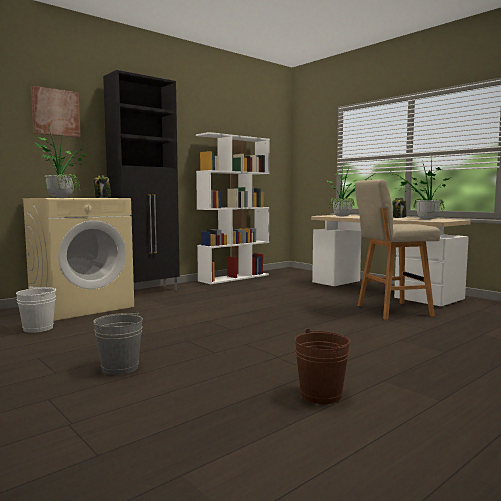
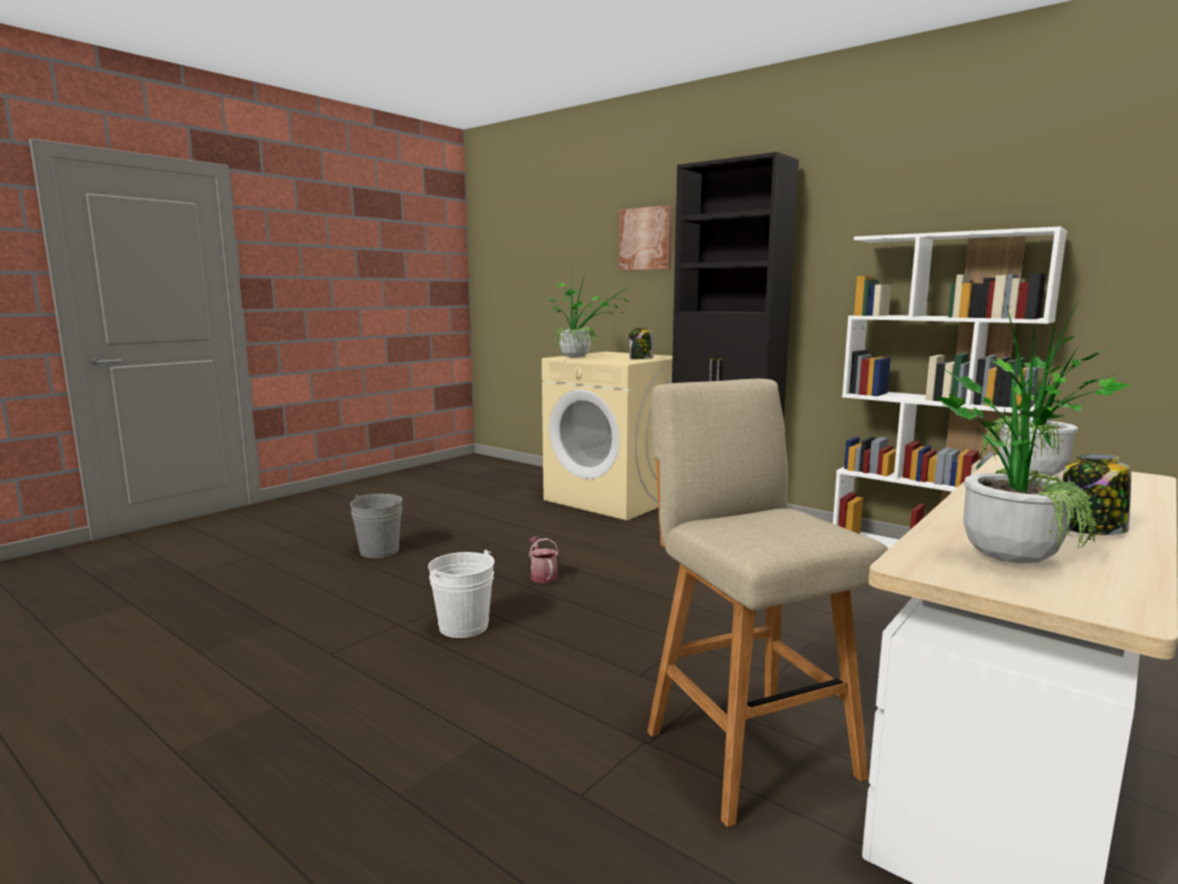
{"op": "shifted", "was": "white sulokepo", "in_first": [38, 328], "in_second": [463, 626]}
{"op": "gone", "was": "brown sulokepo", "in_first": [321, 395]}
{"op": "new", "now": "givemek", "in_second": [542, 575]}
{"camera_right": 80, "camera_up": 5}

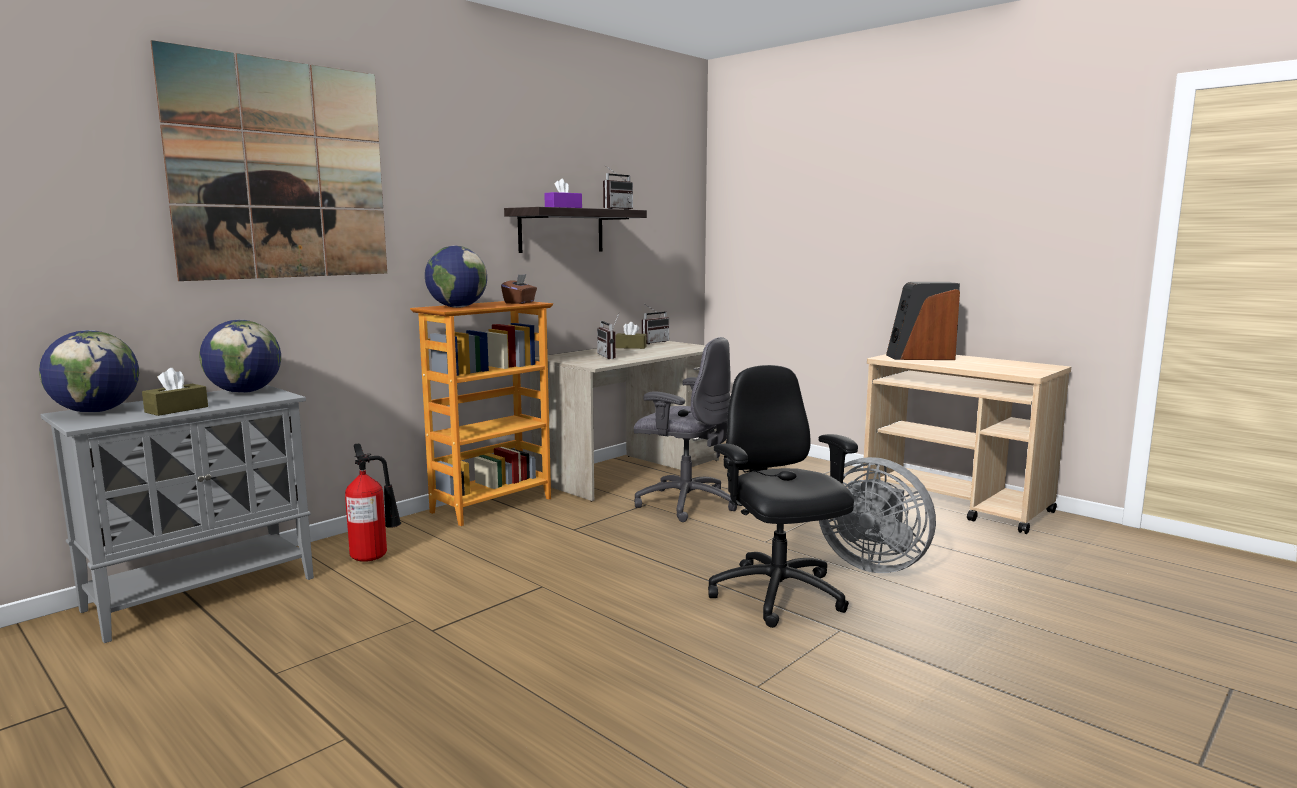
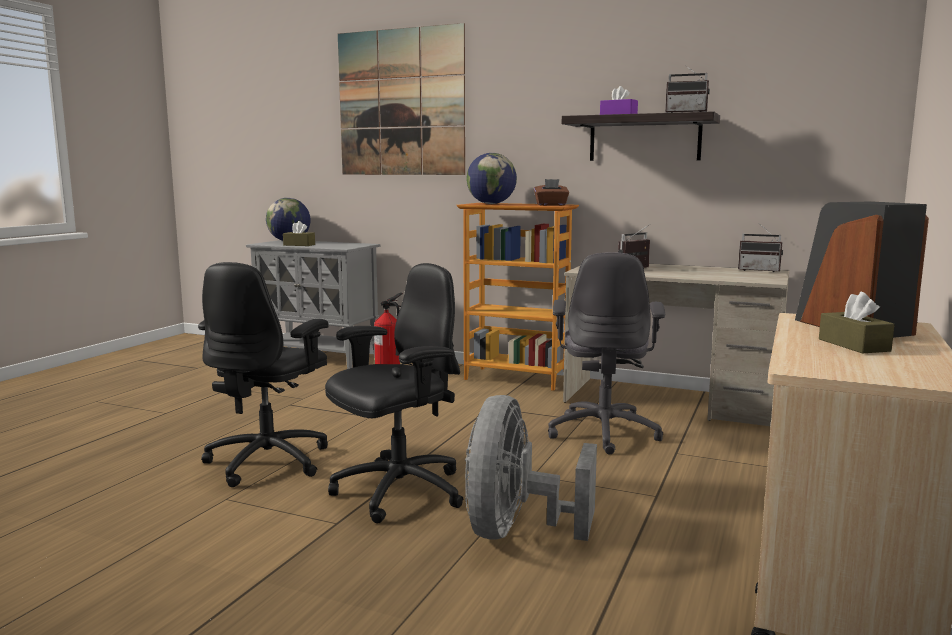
{"op": "gone", "was": "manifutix", "in_first": [244, 392]}
{"op": "shifted", "was": "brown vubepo", "in_first": [630, 347], "in_second": [853, 345]}
{"op": "new", "now": "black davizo", "in_second": [270, 461]}
{"camera_right": 70, "camera_up": 0}

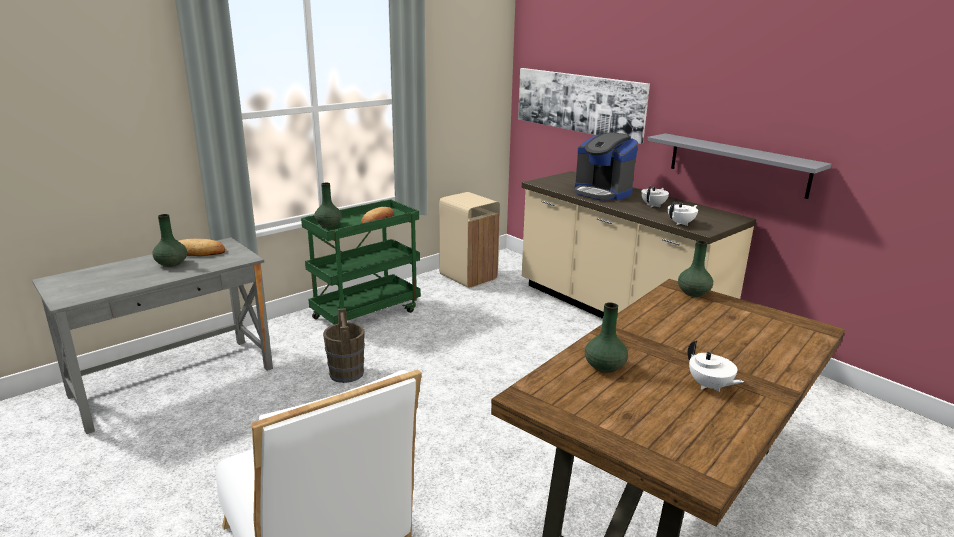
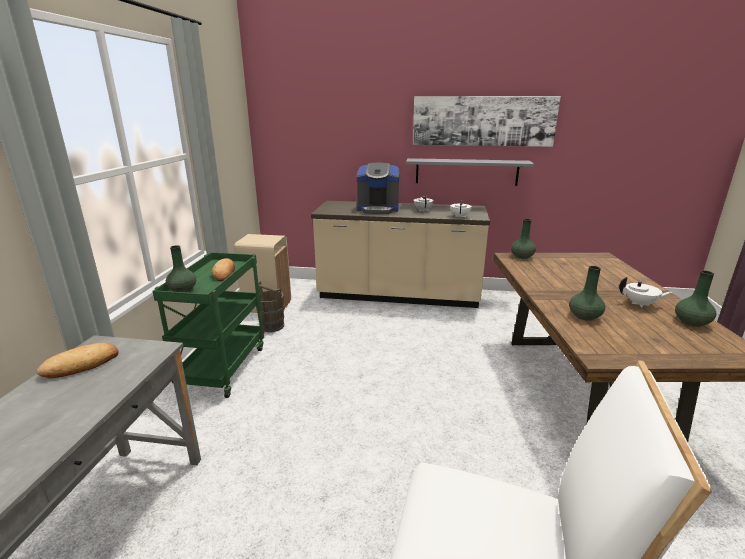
{"op": "shifted", "was": "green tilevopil", "in_first": [172, 263], "in_second": [691, 322]}
{"op": "shifted", "was": "brown sulokepo", "in_first": [346, 373], "in_second": [272, 326]}
{"op": "shifted", "was": "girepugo", "in_first": [578, 103], "in_second": [483, 121]}
{"camera_right": -40, "camera_up": 0}

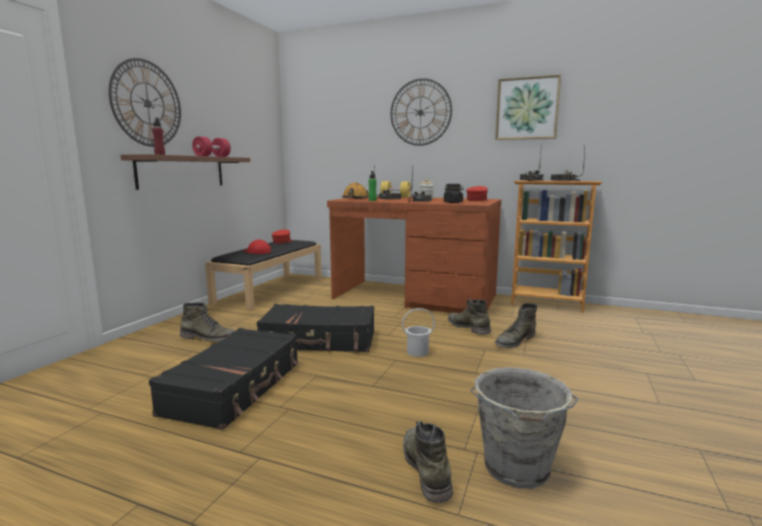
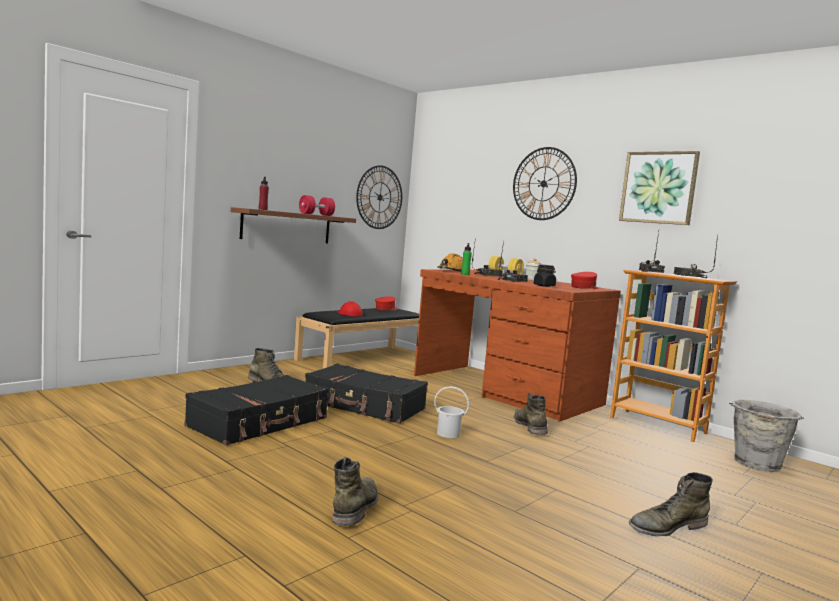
{"op": "shifted", "was": "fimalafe", "in_first": [147, 103], "in_second": [380, 197]}
{"op": "shifted", "was": "grey sulokepo", "in_first": [516, 469], "in_second": [757, 464]}
{"op": "shifted", "was": "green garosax", "in_first": [514, 341], "in_second": [667, 527]}
{"camera_right": 20, "camera_up": -5}

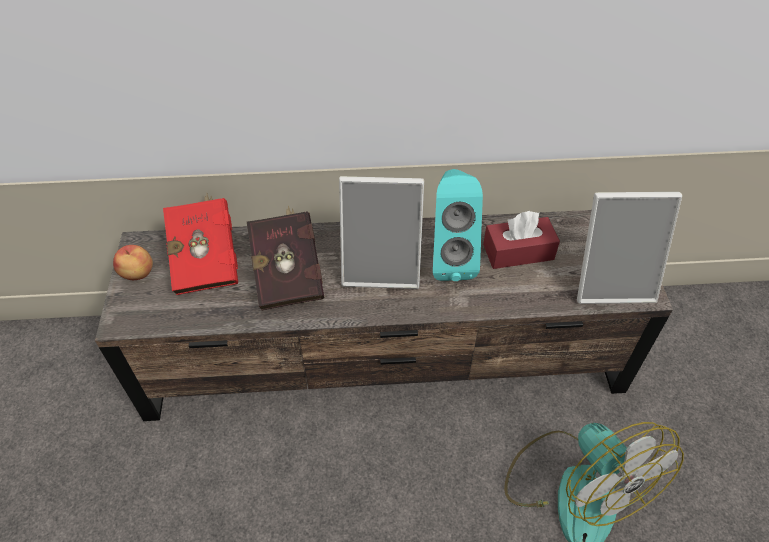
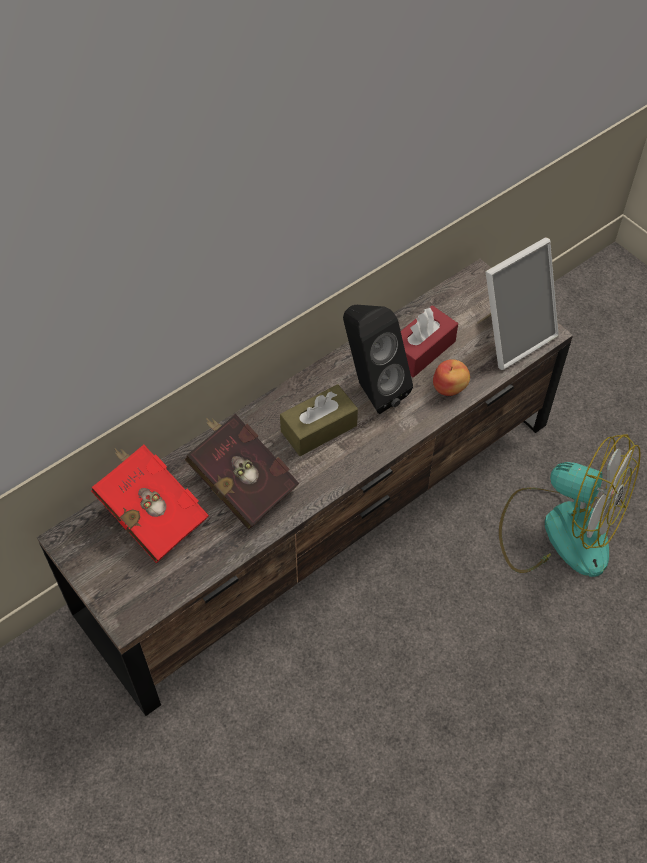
{"op": "shifted", "was": "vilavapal", "in_first": [137, 273], "in_second": [450, 388]}
{"op": "swapped", "was": "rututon", "now": "brown vubepo", "in_first": [382, 266], "in_second": [319, 428]}
{"op": "repainted", "was": "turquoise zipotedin", "now": "black zipotedin", "in_first": [450, 259], "in_second": [371, 388]}
{"camera_right": -35, "camera_up": 5}

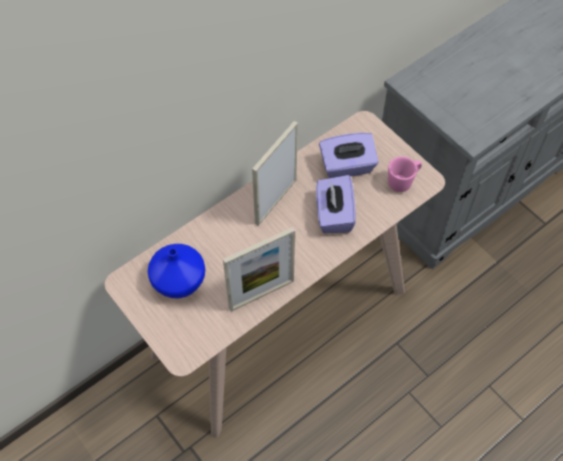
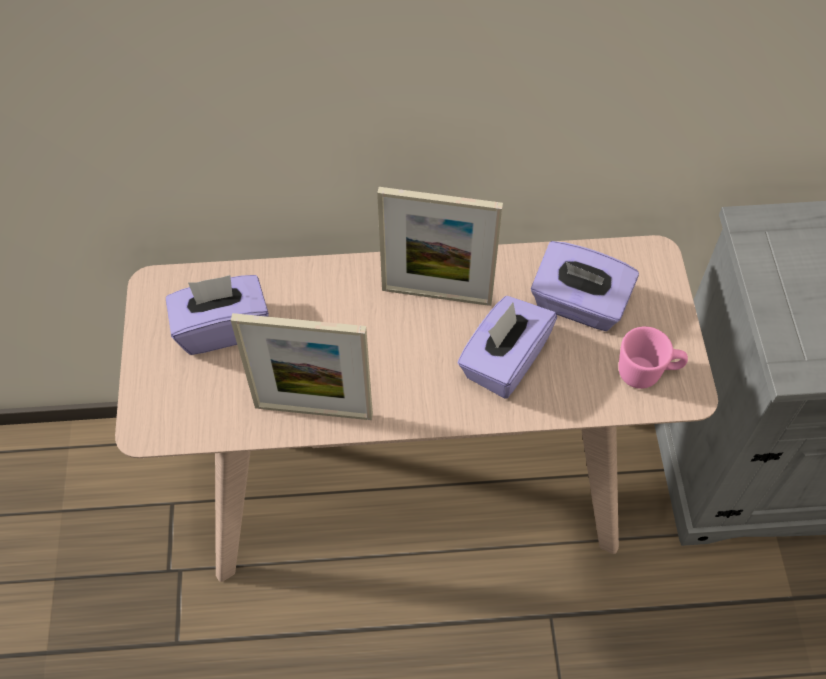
{"op": "swapped", "was": "blue tilevopil", "now": "purple vubepo", "in_first": [179, 282], "in_second": [222, 328]}
{"op": "rotated", "was": "rututon", "in_first": [276, 201], "in_second": [436, 295], "clockwise": -150}
{"camera_right": 35, "camera_up": 0}

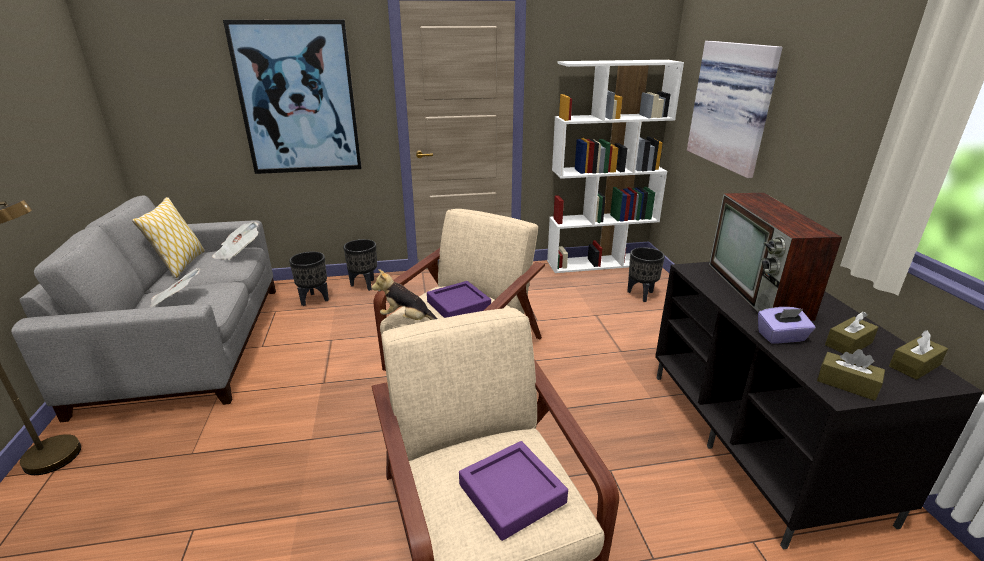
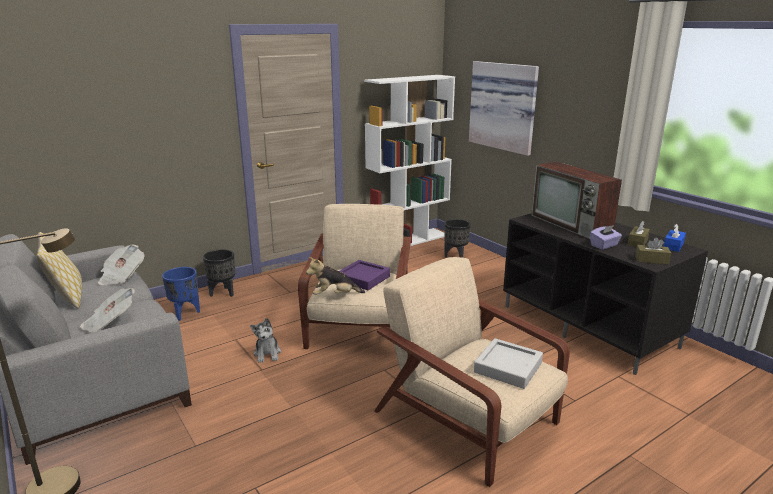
{"op": "gone", "was": "girepugo", "in_first": [298, 99]}
{"op": "repainted", "was": "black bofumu", "now": "blue bofumu", "in_first": [314, 299], "in_second": [185, 313]}
{"op": "repainted", "was": "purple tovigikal", "now": "grey tovigikal", "in_first": [512, 493], "in_second": [508, 367]}
{"op": "repainted", "was": "brown vubepo", "now": "blue vubepo", "in_first": [914, 366], "in_second": [673, 246]}
{"op": "new", "now": "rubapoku", "in_second": [267, 353]}
{"camera_right": -25, "camera_up": -5}

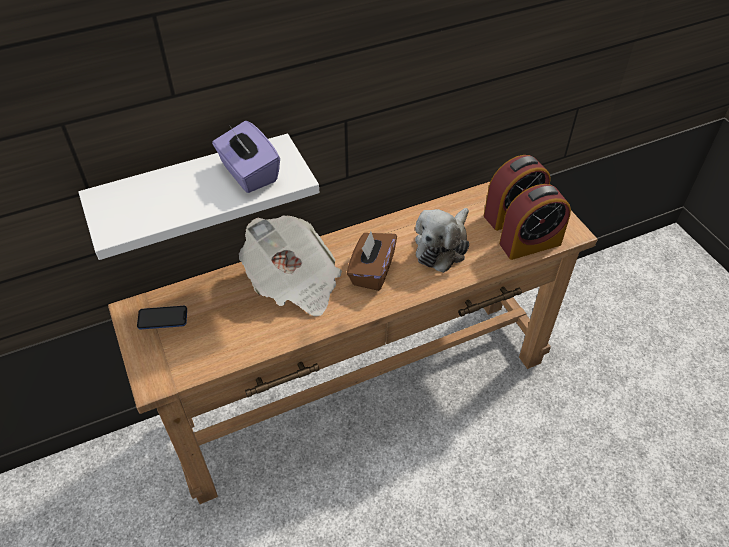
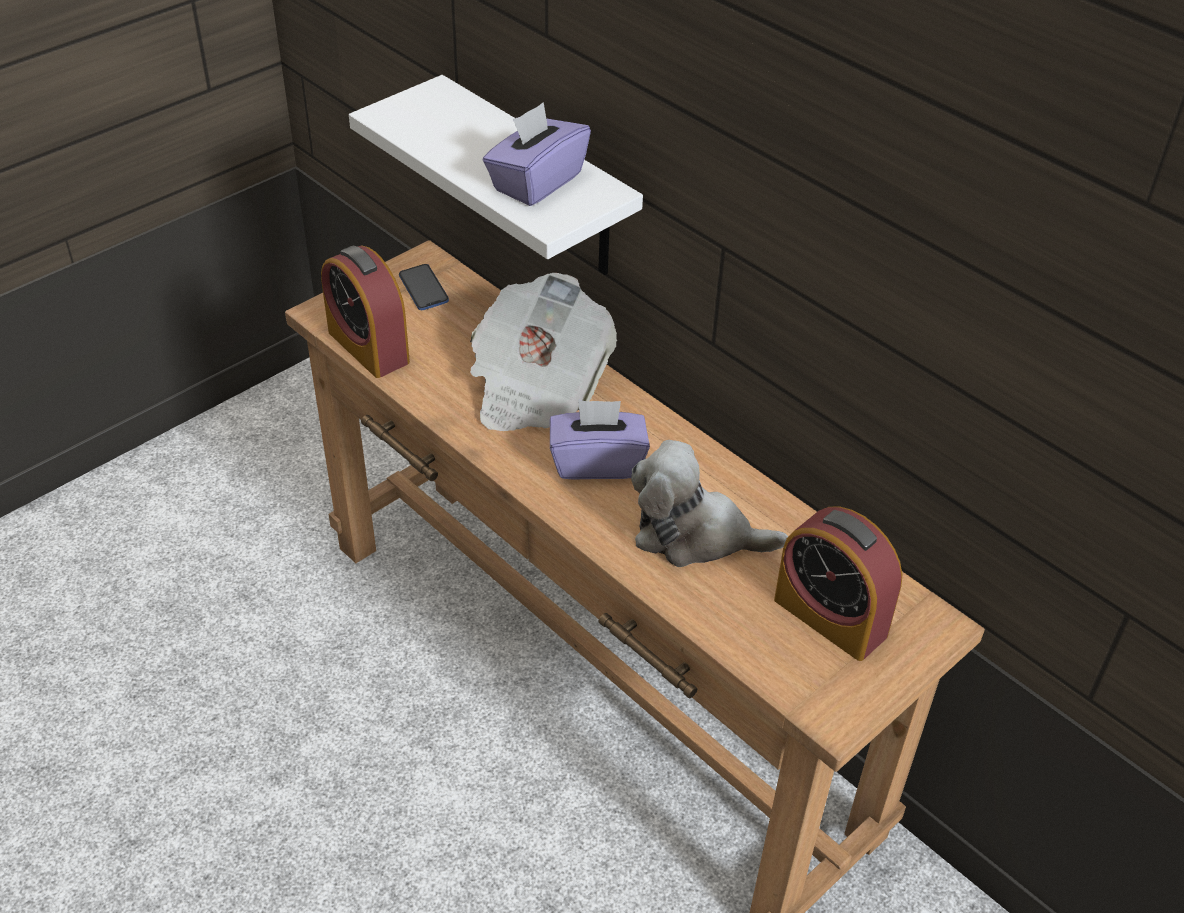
{"op": "repainted", "was": "brown vubepo", "now": "purple vubepo", "in_first": [371, 271], "in_second": [597, 462]}
{"op": "shifted", "was": "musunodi", "in_first": [530, 243], "in_second": [368, 347]}
{"camera_right": 70, "camera_up": -5}

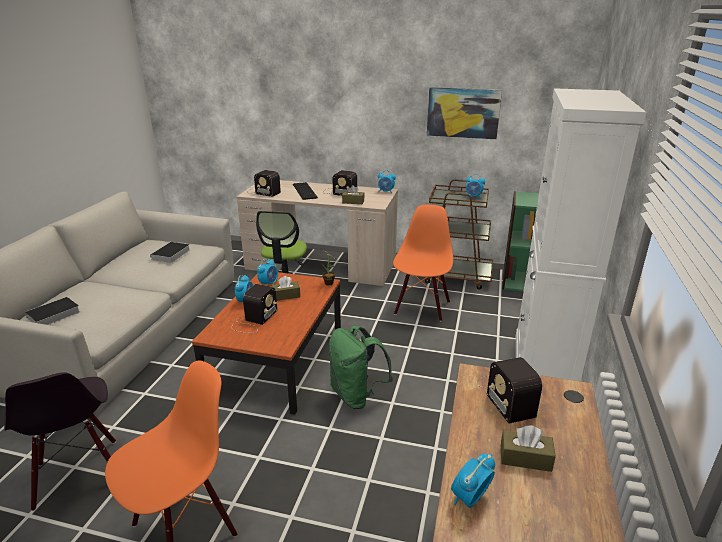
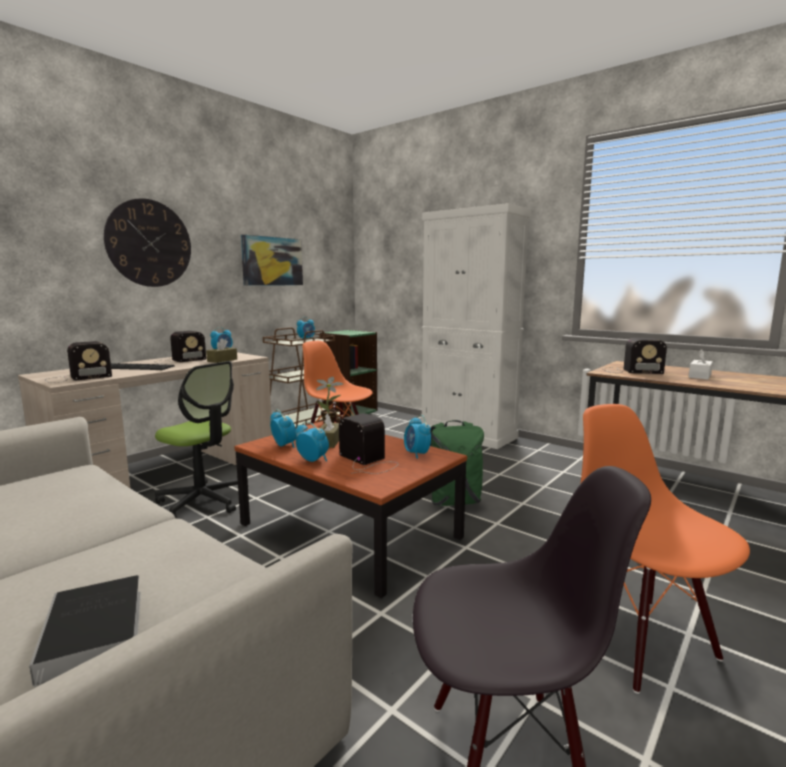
{"op": "gone", "was": "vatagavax", "in_first": [170, 255]}
{"op": "shifted", "was": "musunodi", "in_first": [470, 499], "in_second": [416, 454]}
{"op": "repainted", "was": "brown vubepo", "now": "white vubepo", "in_first": [525, 458], "in_second": [699, 376]}
{"op": "new", "now": "fimalafe", "in_second": [149, 243]}
{"camera_right": -65, "camera_up": -15}

